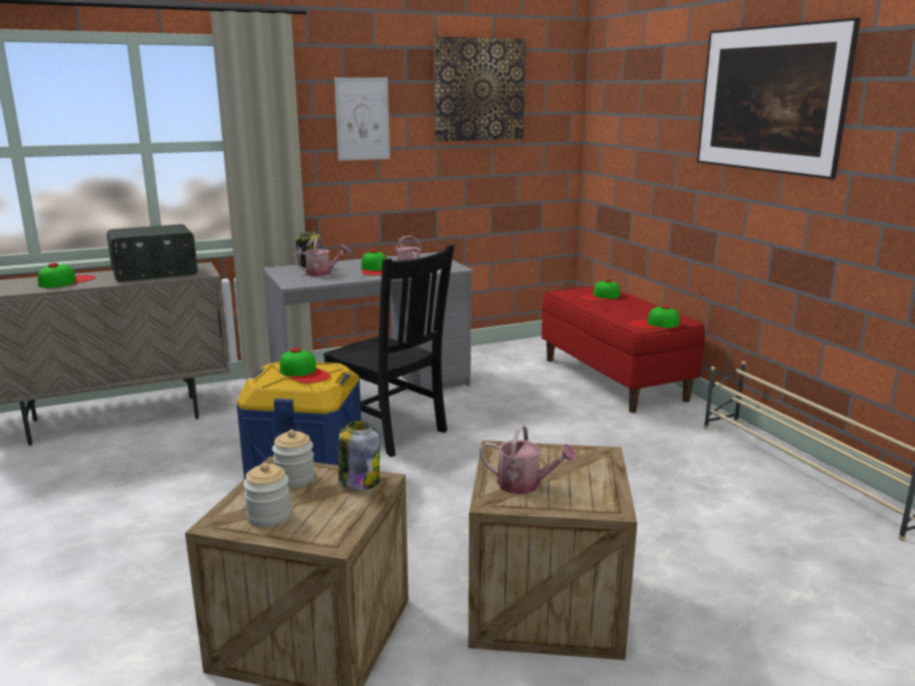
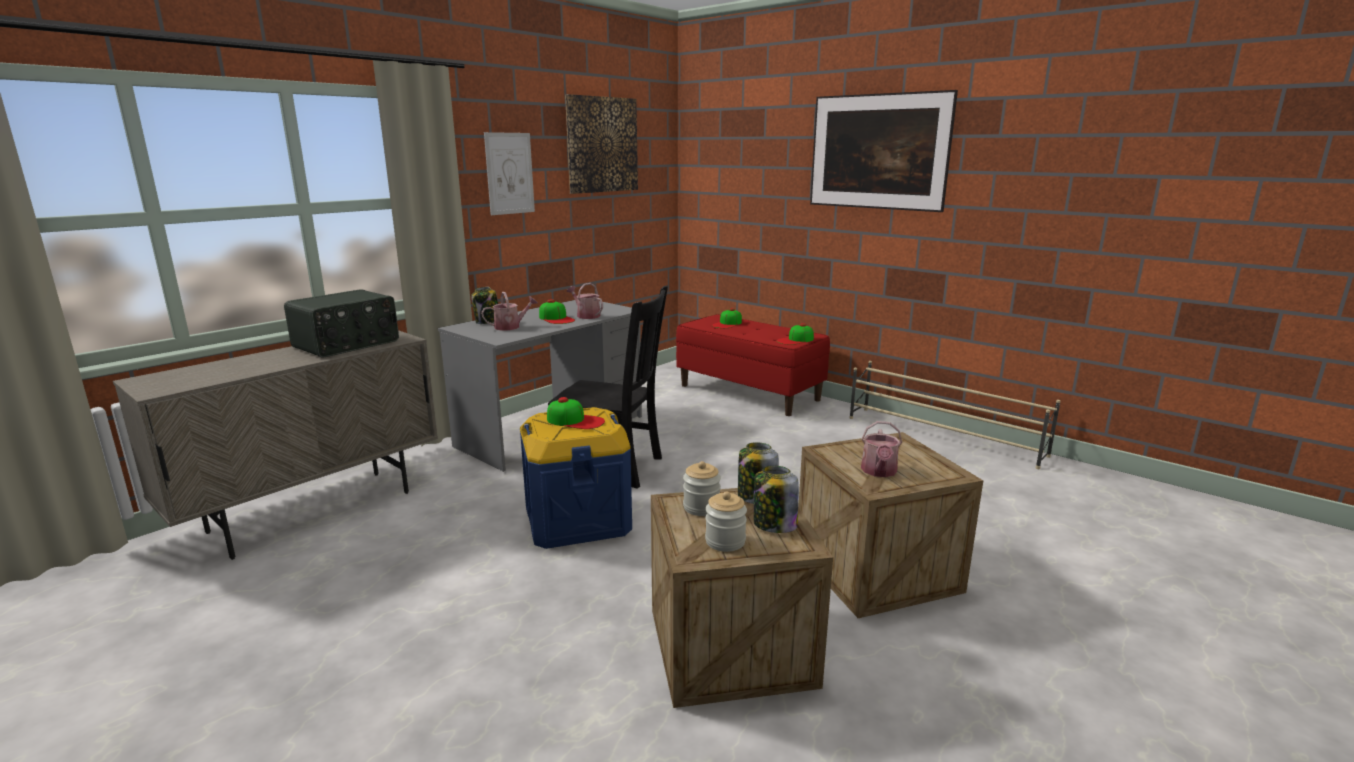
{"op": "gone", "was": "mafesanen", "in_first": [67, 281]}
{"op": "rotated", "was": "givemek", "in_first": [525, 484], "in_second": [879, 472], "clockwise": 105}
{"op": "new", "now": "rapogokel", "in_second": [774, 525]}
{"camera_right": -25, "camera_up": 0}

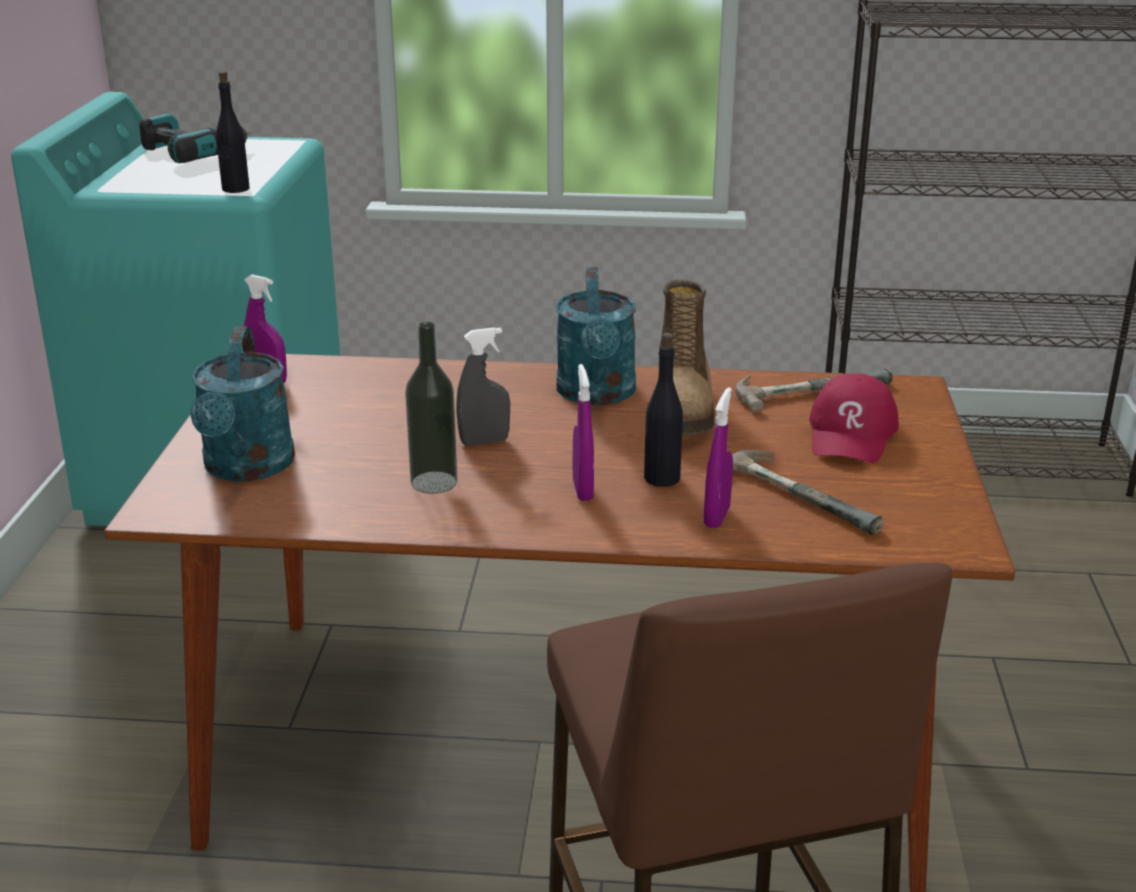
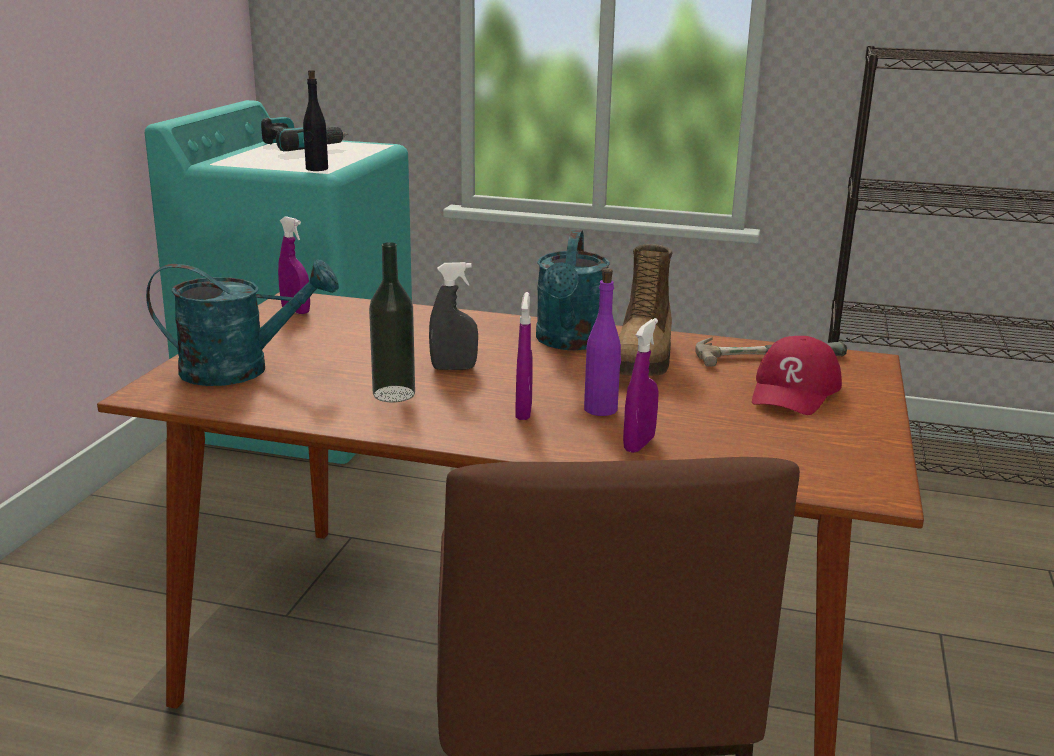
{"op": "rotated", "was": "turquoise givemek", "in_first": [247, 468], "in_second": [241, 370], "clockwise": -105}
{"op": "repainted", "was": "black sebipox", "now": "purple sebipox", "in_first": [662, 478], "in_second": [601, 409]}
{"op": "gone", "was": "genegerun", "in_first": [805, 494]}
{"camera_right": 10, "camera_up": -5}

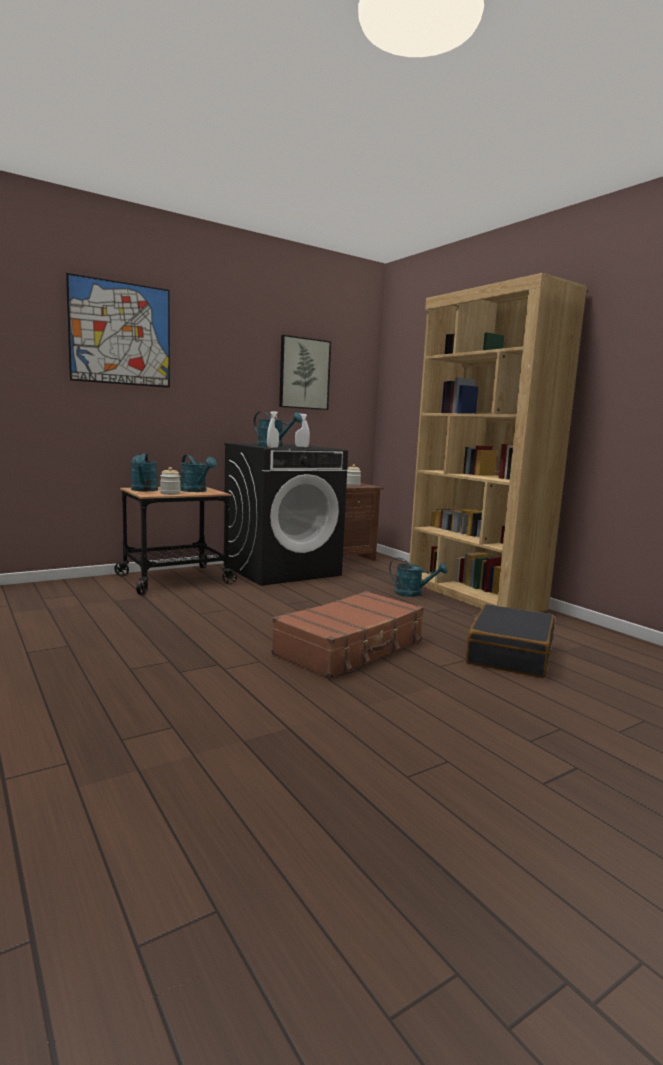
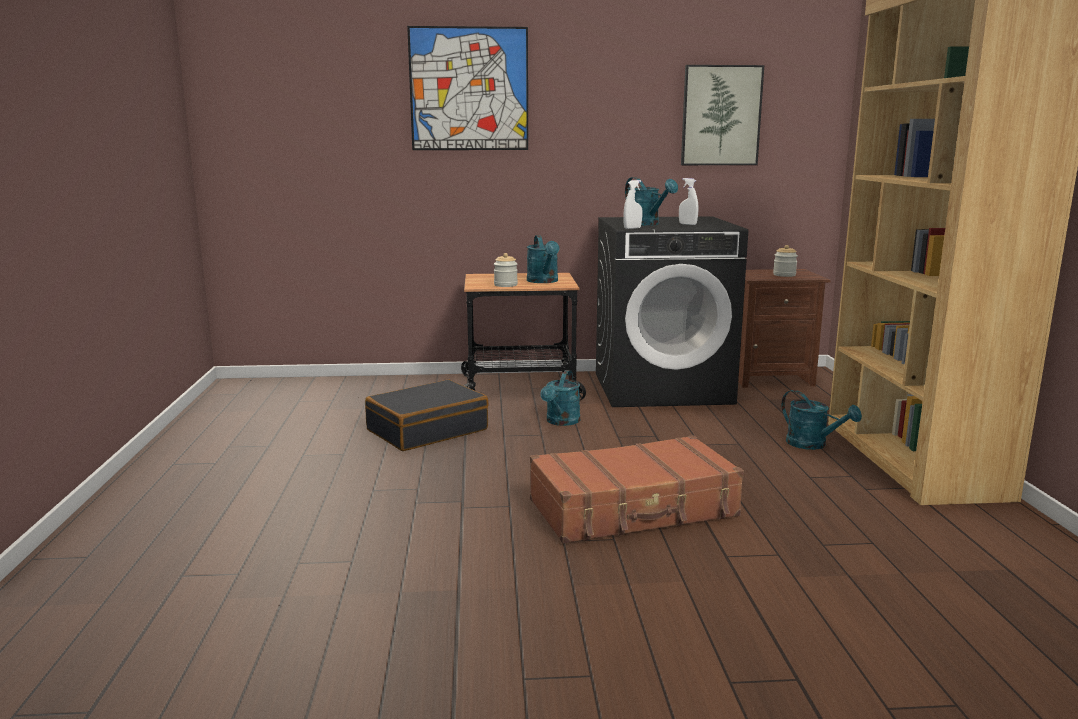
{"op": "shifted", "was": "turquoise givemek", "in_first": [144, 490], "in_second": [561, 422]}
{"op": "shifted", "was": "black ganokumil", "in_first": [509, 654], "in_second": [427, 430]}
{"camera_right": 30, "camera_up": 5}

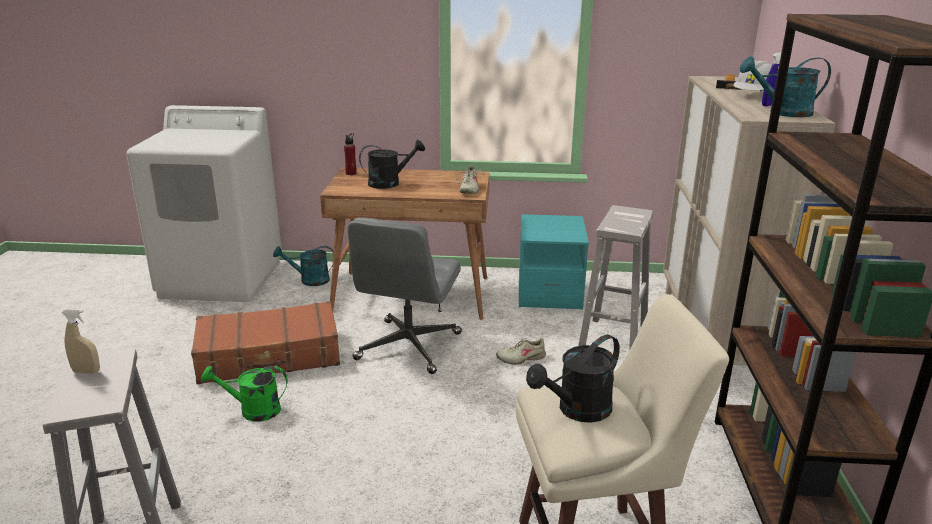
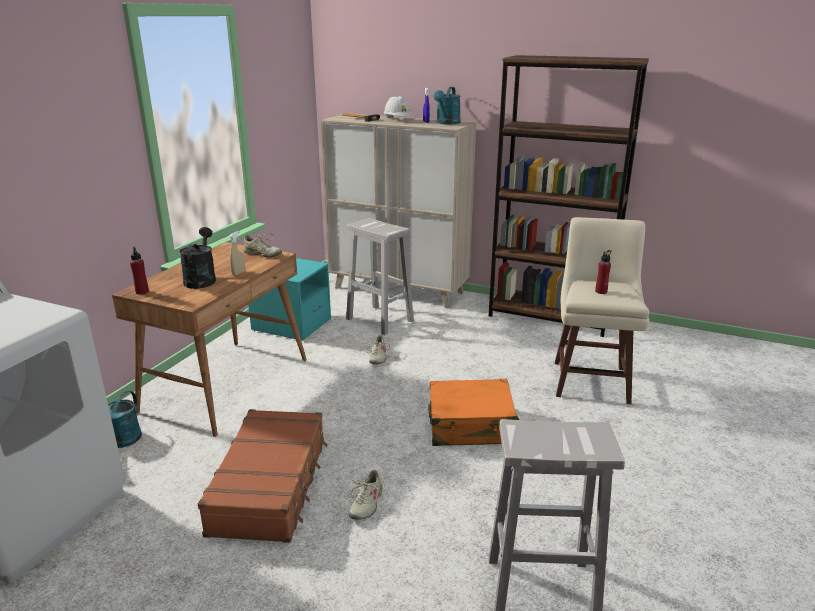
{"op": "shifted", "was": "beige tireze", "in_first": [86, 371], "in_second": [238, 273]}
{"op": "swapped", "was": "green givemek", "now": "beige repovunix", "in_first": [253, 410], "in_second": [366, 503]}
{"op": "gone", "was": "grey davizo", "in_first": [408, 347]}
{"op": "swapped", "was": "black givemek", "now": "red sebipox", "in_first": [577, 411], "in_second": [601, 291]}
{"op": "new", "now": "orange ganokumil", "in_second": [471, 426]}
{"camera_right": -70, "camera_up": 0}

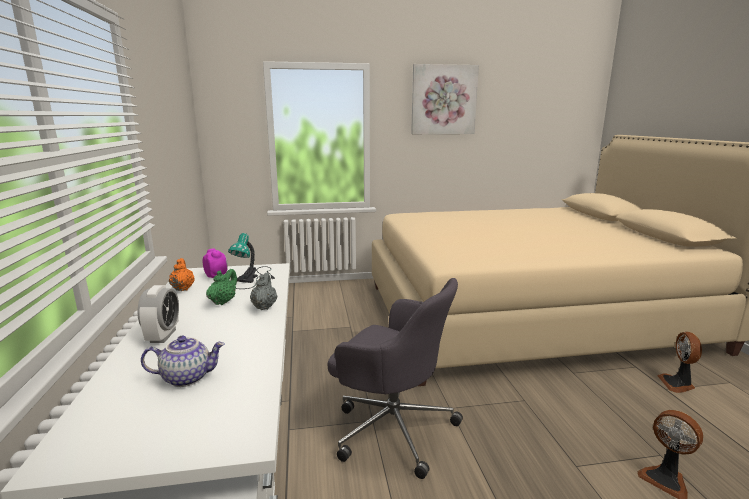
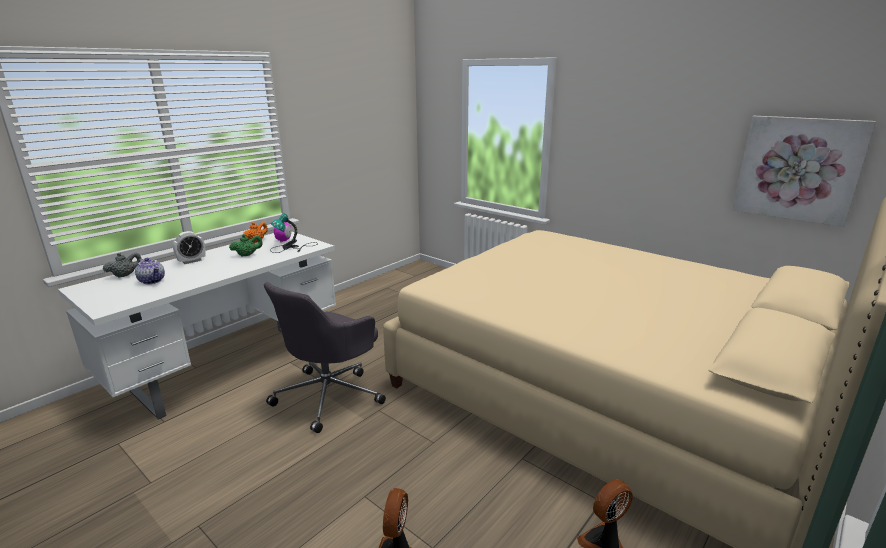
{"op": "shifted", "was": "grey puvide", "in_first": [264, 306], "in_second": [125, 275]}
{"op": "rotated", "was": "grey davizo", "in_first": [392, 426], "in_second": [330, 395], "clockwise": 45}
{"op": "shifted", "was": "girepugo", "in_first": [443, 100], "in_second": [798, 169]}
{"camera_right": 50, "camera_up": 5}

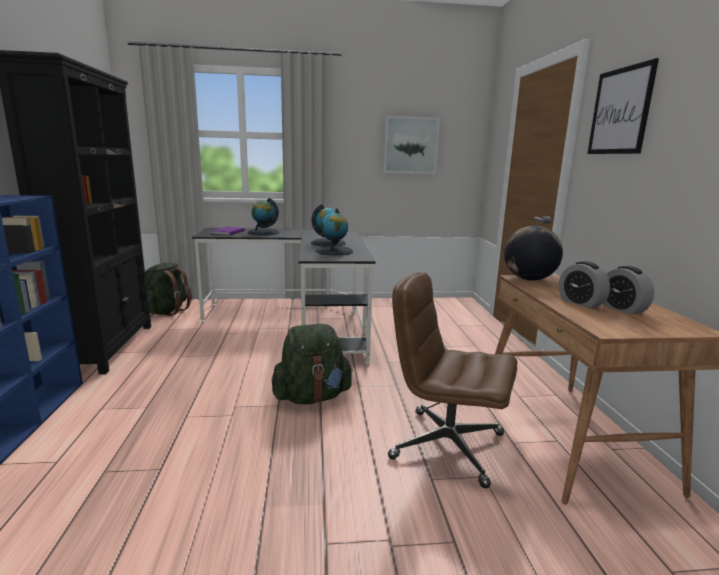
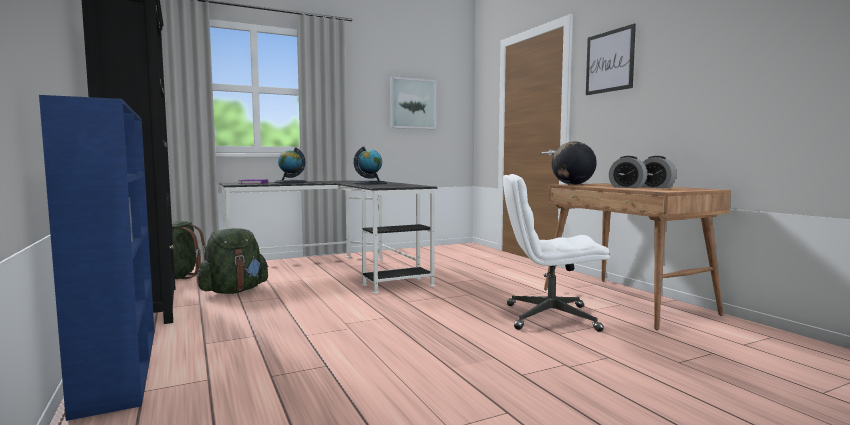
{"op": "shifted", "was": "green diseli", "in_first": [312, 397], "in_second": [234, 291]}
{"op": "gone", "was": "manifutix", "in_first": [334, 251]}
{"op": "repainted", "was": "brown davizo", "now": "white davizo", "in_first": [446, 445], "in_second": [549, 317]}
{"camera_right": -20, "camera_up": -10}

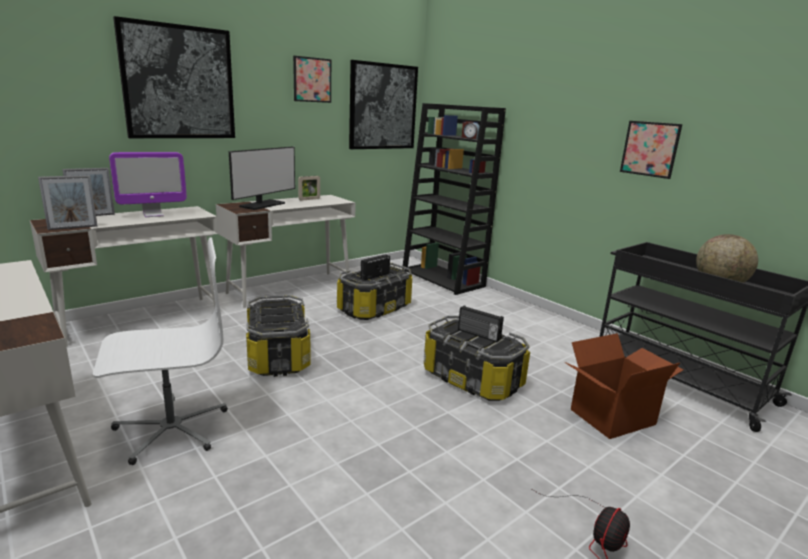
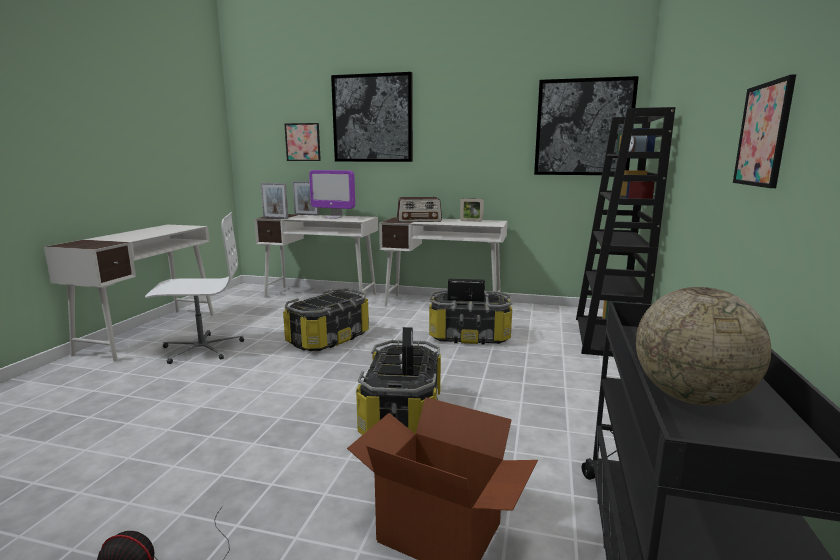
{"op": "rotated", "was": "white davizo", "in_first": [171, 429], "in_second": [202, 348], "clockwise": -45}
{"op": "swapped", "was": "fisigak", "now": "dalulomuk", "in_first": [262, 205], "in_second": [419, 220]}
{"op": "shifted", "was": "girepugo", "in_first": [312, 80], "in_second": [302, 142]}
{"camera_right": 55, "camera_up": -5}

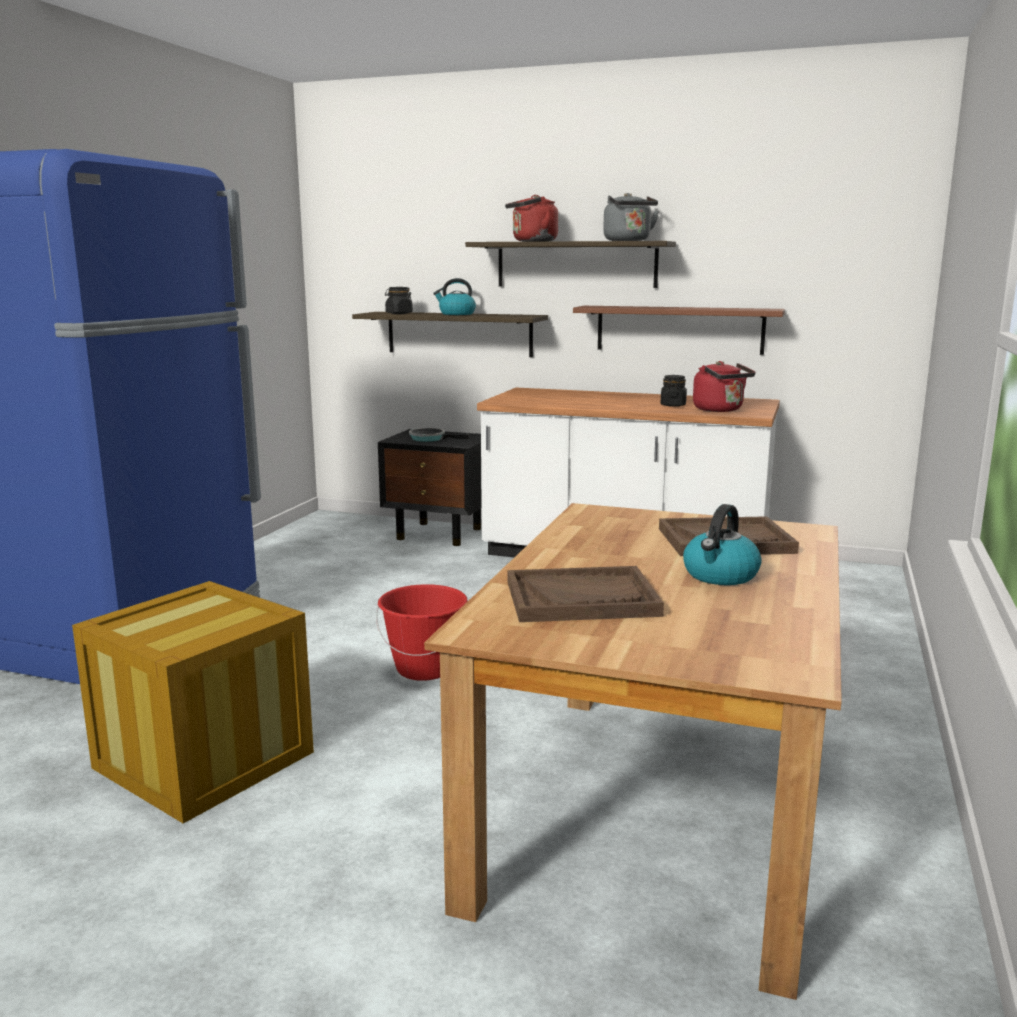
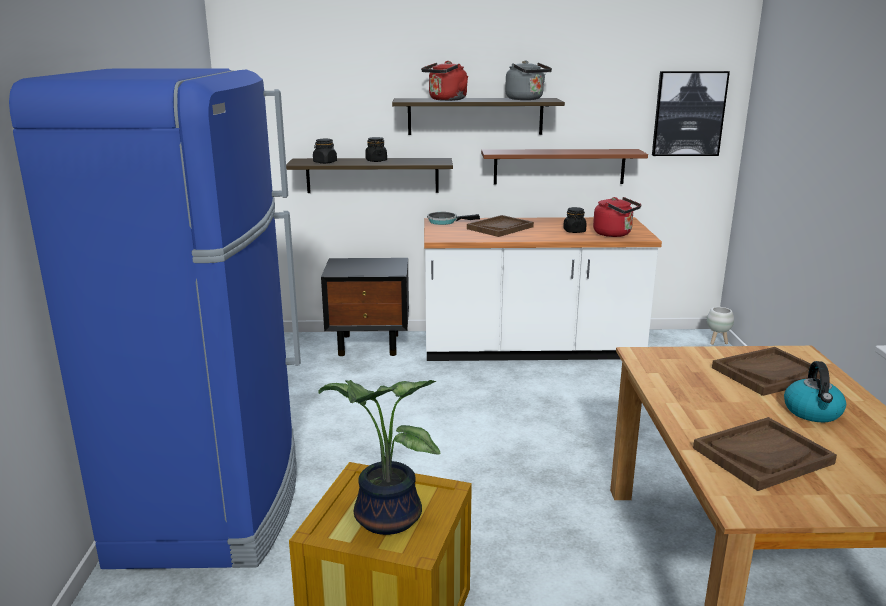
{"op": "gone", "was": "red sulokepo", "in_first": [424, 669]}
{"op": "shifted", "was": "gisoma", "in_first": [430, 439], "in_second": [445, 221]}
{"op": "swapped", "was": "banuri", "now": "black rapogokel", "in_first": [456, 314], "in_second": [376, 160]}
{"op": "new", "now": "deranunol", "in_second": [383, 518]}
{"op": "new", "now": "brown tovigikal", "in_second": [500, 228]}
{"op": "new", "now": "girepugo", "in_second": [688, 113]}
{"op": "new", "now": "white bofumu", "in_second": [717, 342]}
{"camera_right": -20, "camera_up": 5}

